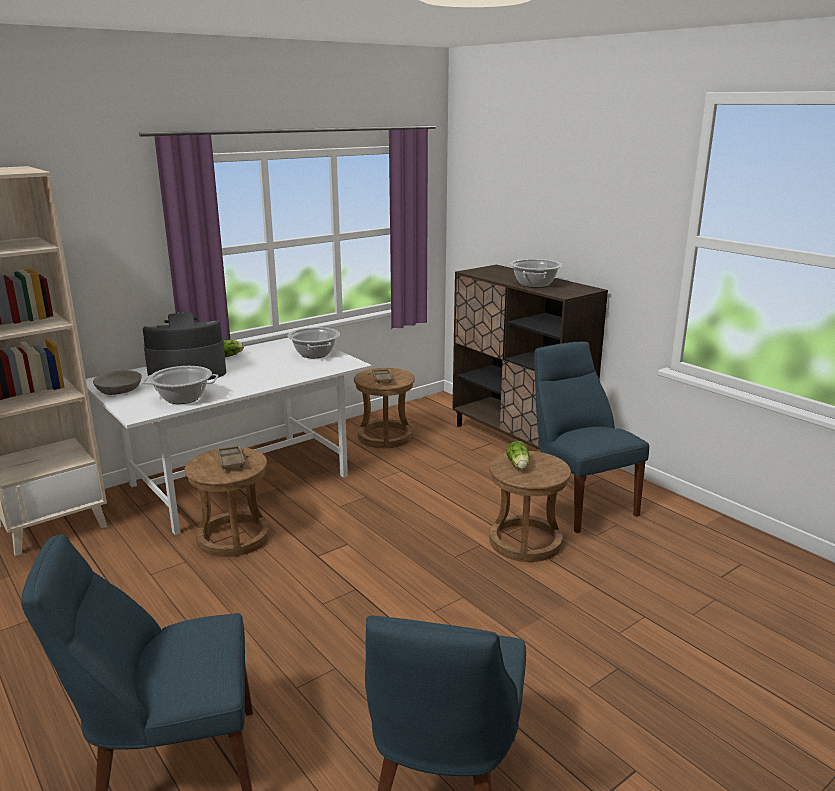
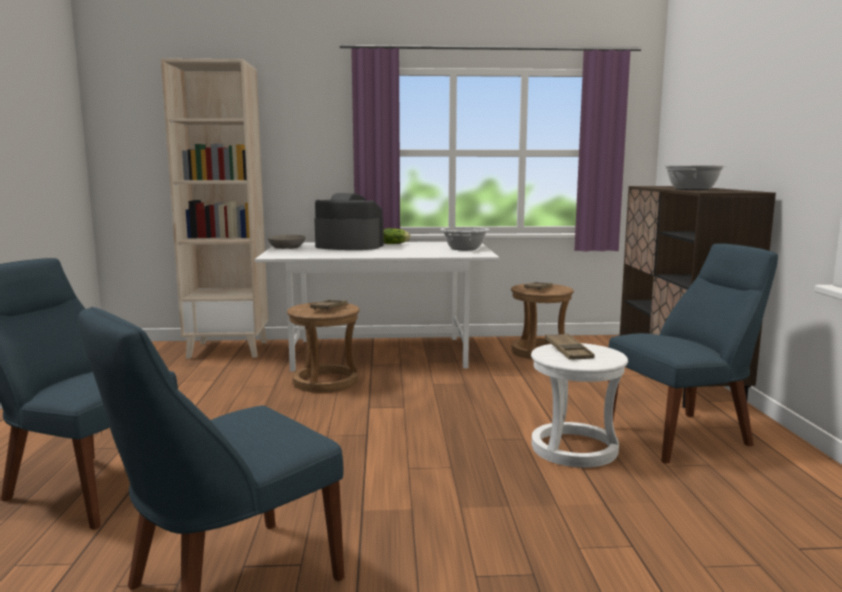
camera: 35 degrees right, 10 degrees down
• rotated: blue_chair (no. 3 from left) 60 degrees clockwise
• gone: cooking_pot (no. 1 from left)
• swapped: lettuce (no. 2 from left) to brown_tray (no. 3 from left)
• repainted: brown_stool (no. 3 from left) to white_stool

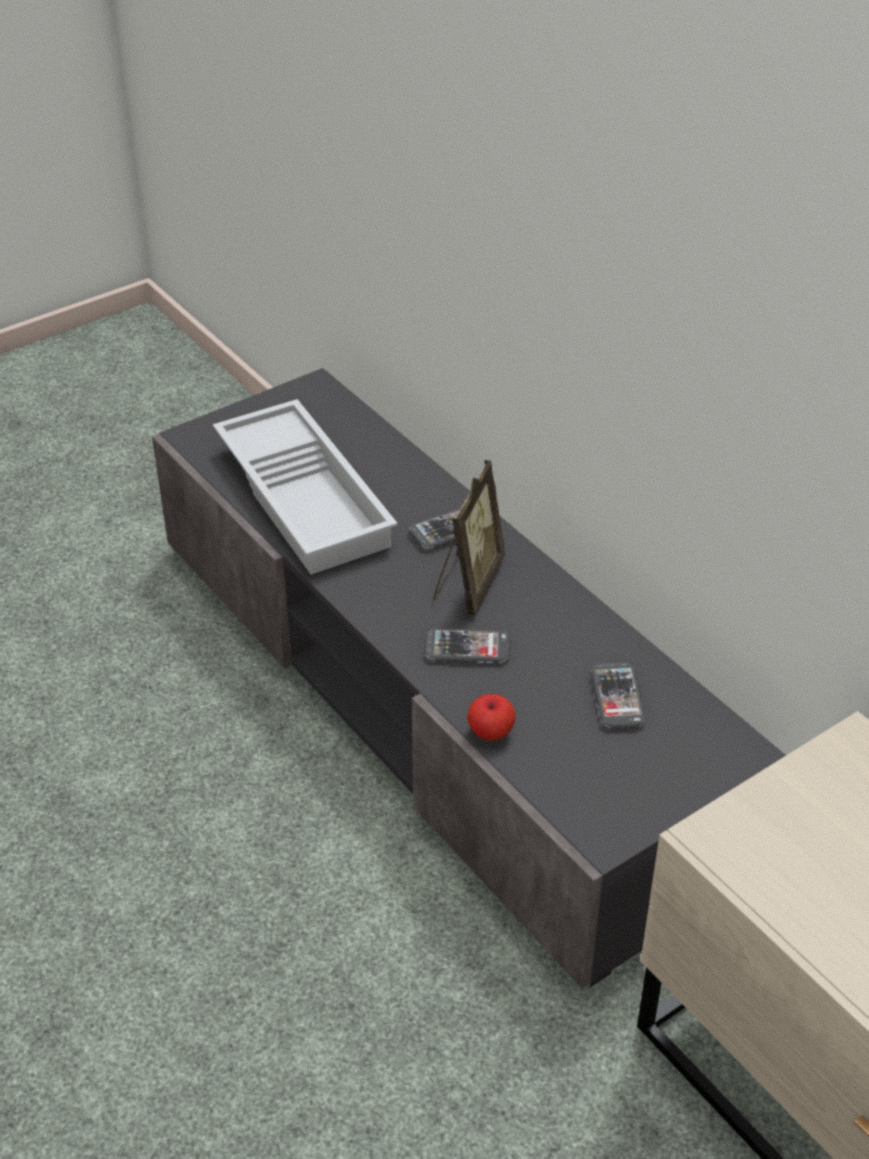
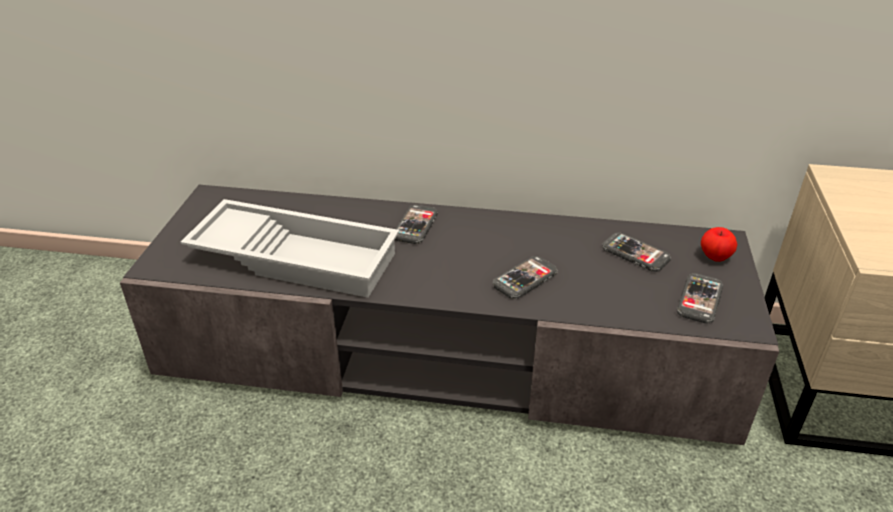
camera: 45 degrees left, 5 degrees down
• gone: picture_frame
• shifted: apple
• new: phone (no. 4 from left)

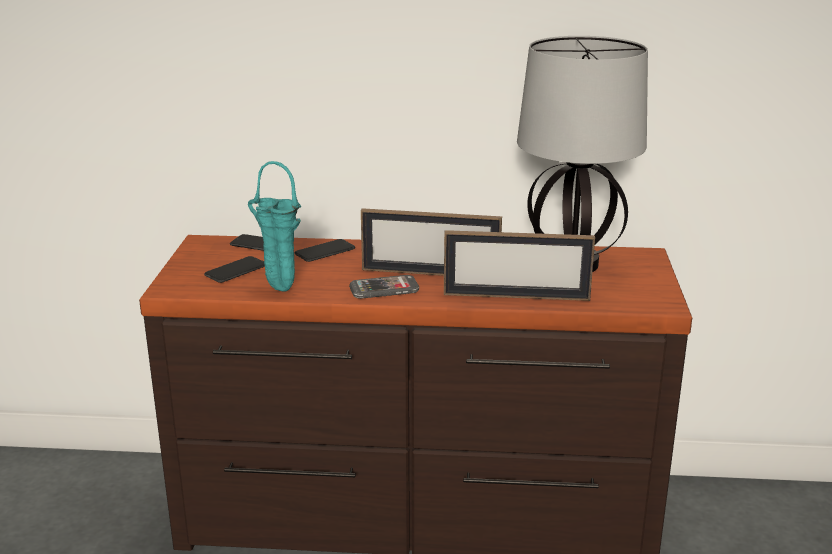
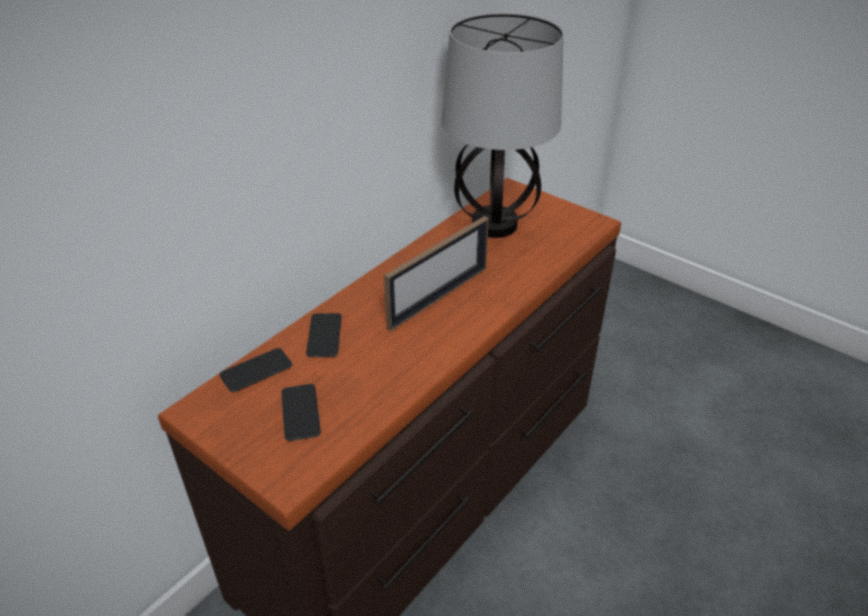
camera: 55 degrees left, 15 degrees up
• gone: turquoise_vase
• gone: picture_frame (no. 2 from left)
• gone: phone (no. 4 from left)

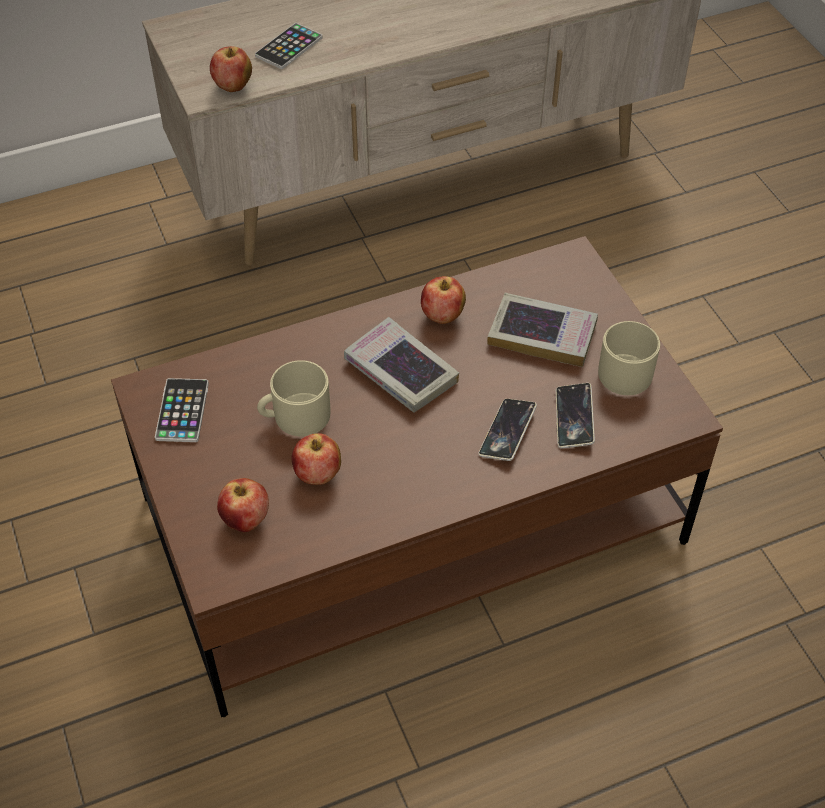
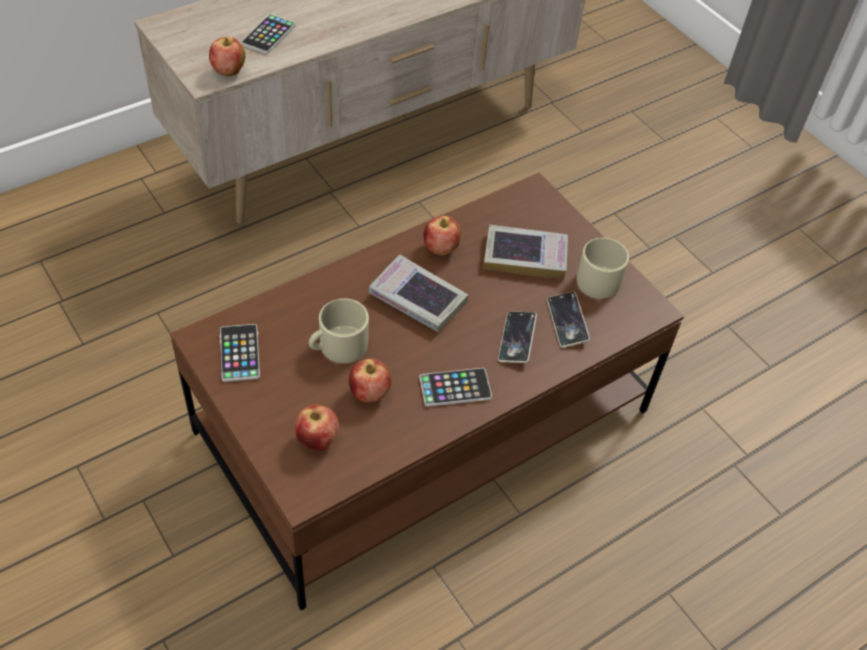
camera: 15 degrees left, 0 degrees up
• new: phone (no. 3 from left)

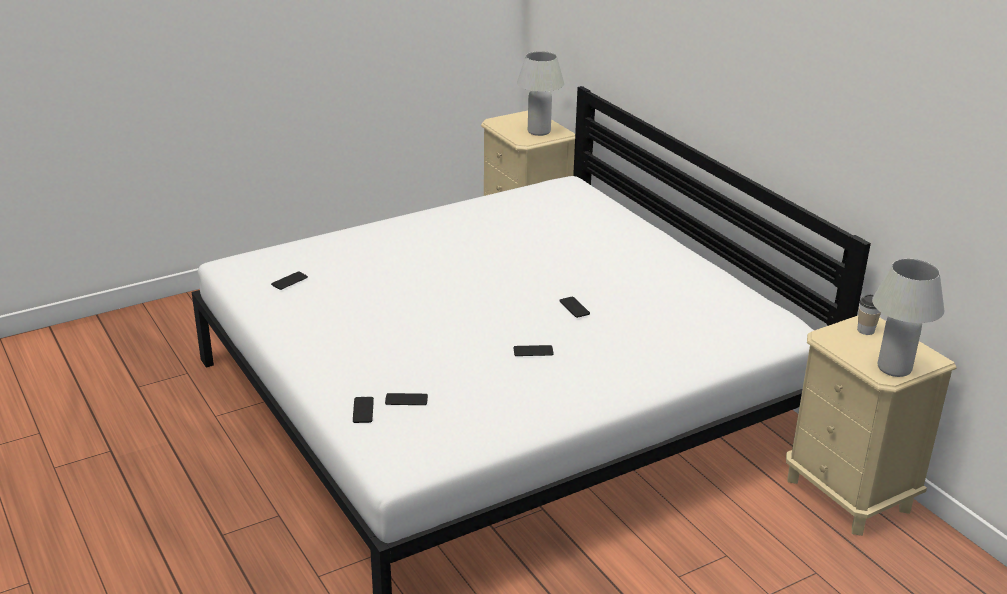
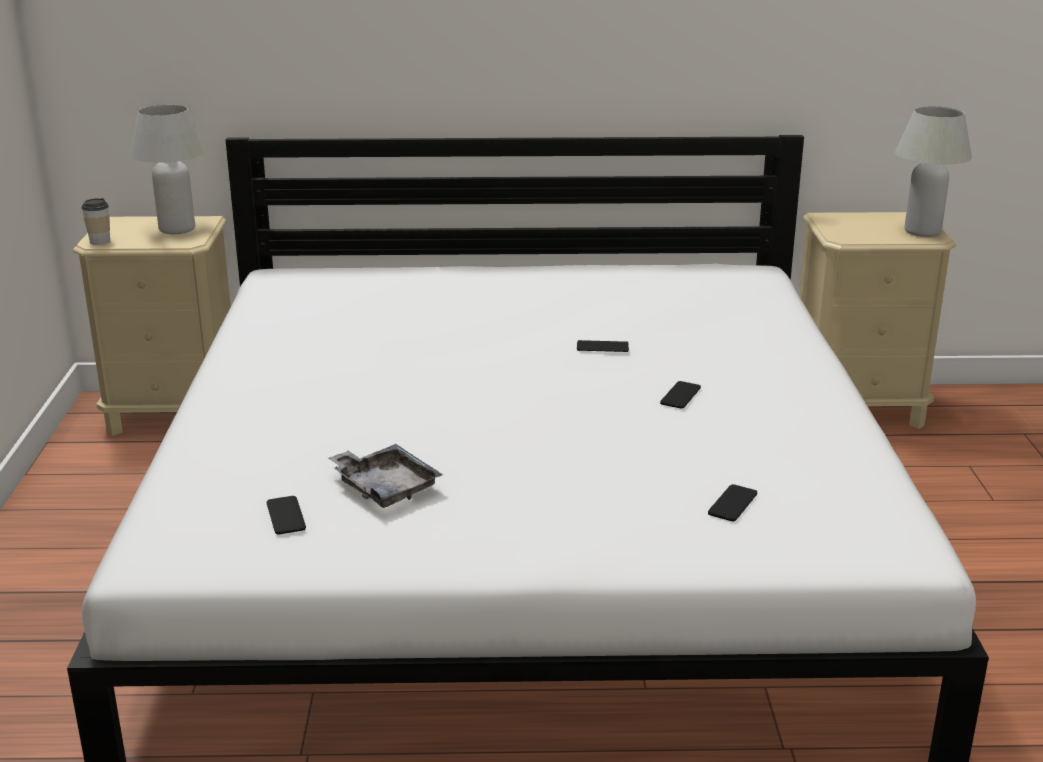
camera: 60 degrees left, 5 degrees down
• shifted: cup
• gone: phone (no. 2 from left)
• new: grey_tray

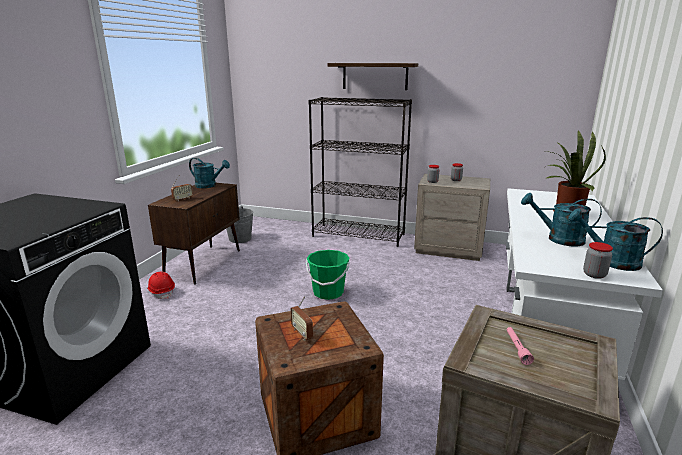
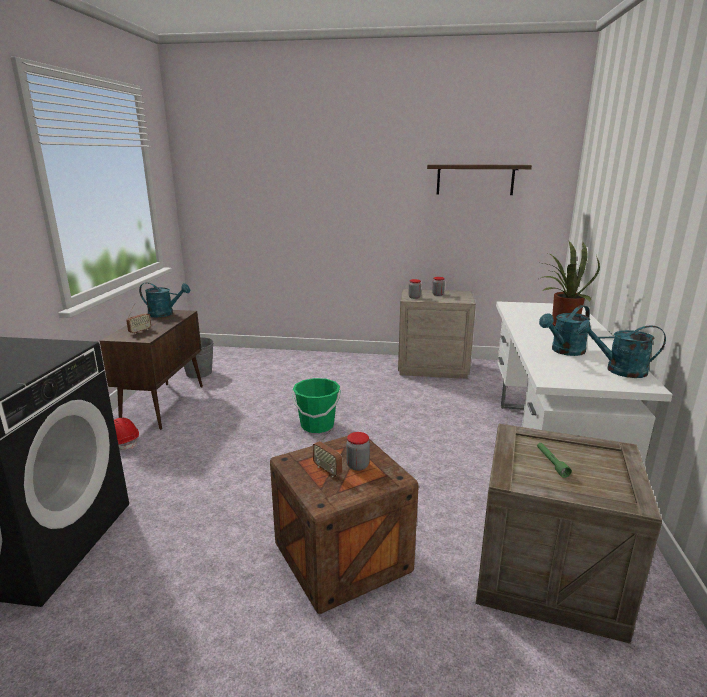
camera: 10 degrees left, 0 degrees up
• shifted: shelf
• gone: black_bookcase
• rotated: turquoise_watering_can (no. 2 from left) 45 degrees counterclockwise
• shifted: jar (no. 3 from left in the first image) to jar (no. 1 from left)
• repainted: pink_flashlight to green_flashlight

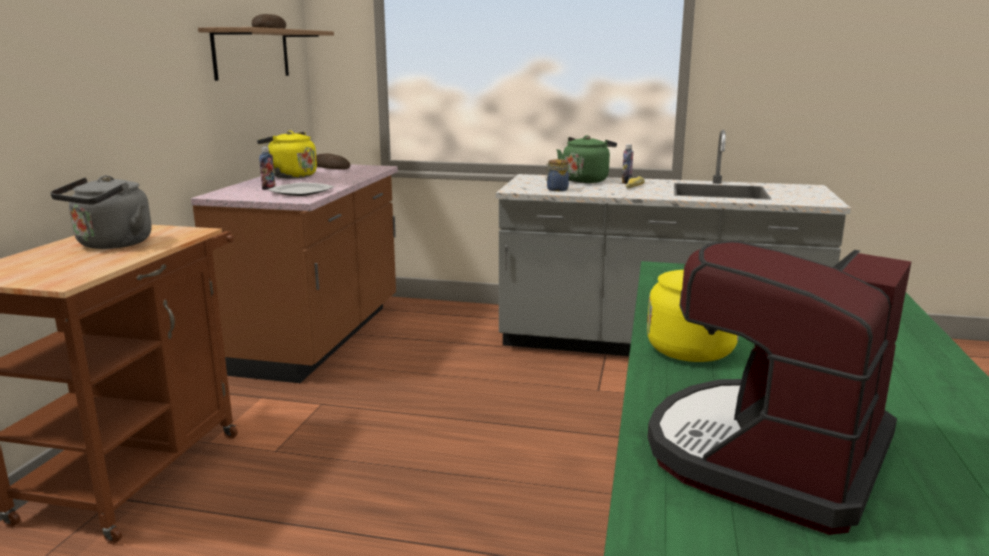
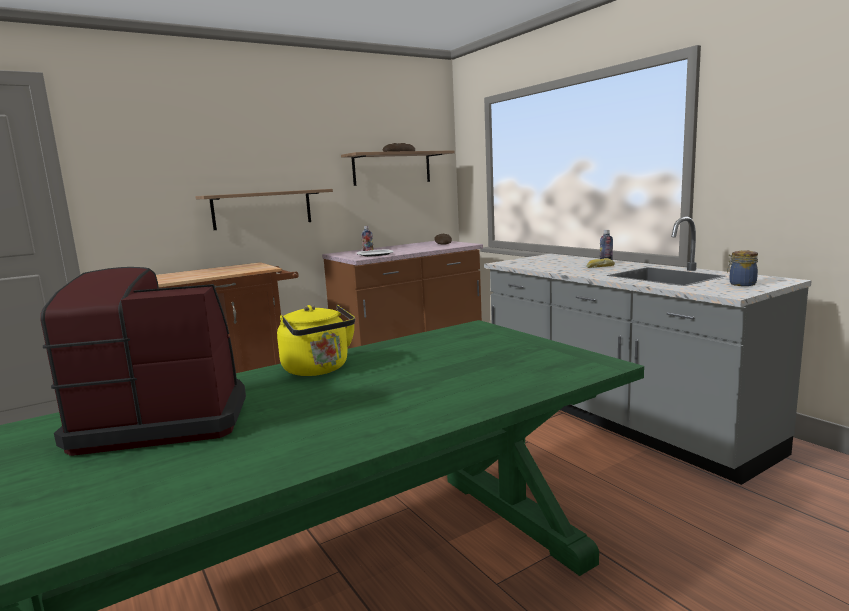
camera: 45 degrees right, 5 degrees down
• gone: yellow_kettle (no. 1 from left)
• gone: green_kettle
• shifted: jar
• gone: grey_kettle
• new: shelf (no. 1 from left)

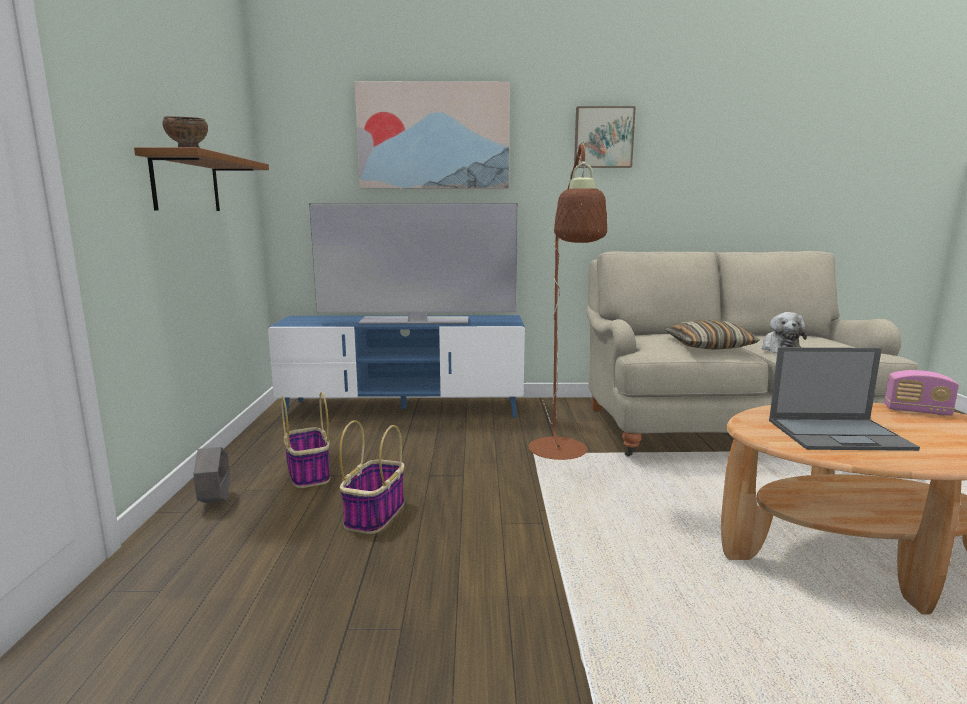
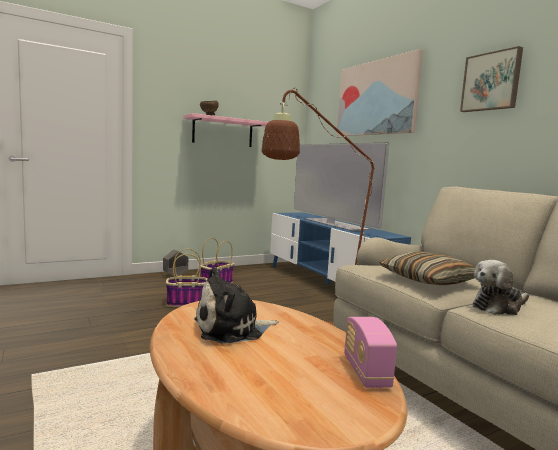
camera: 60 degrees right, 5 degrees down
• repainted: brown_shelf to pink_shelf
• swapped: laptop to plush_toy (no. 1 from left)

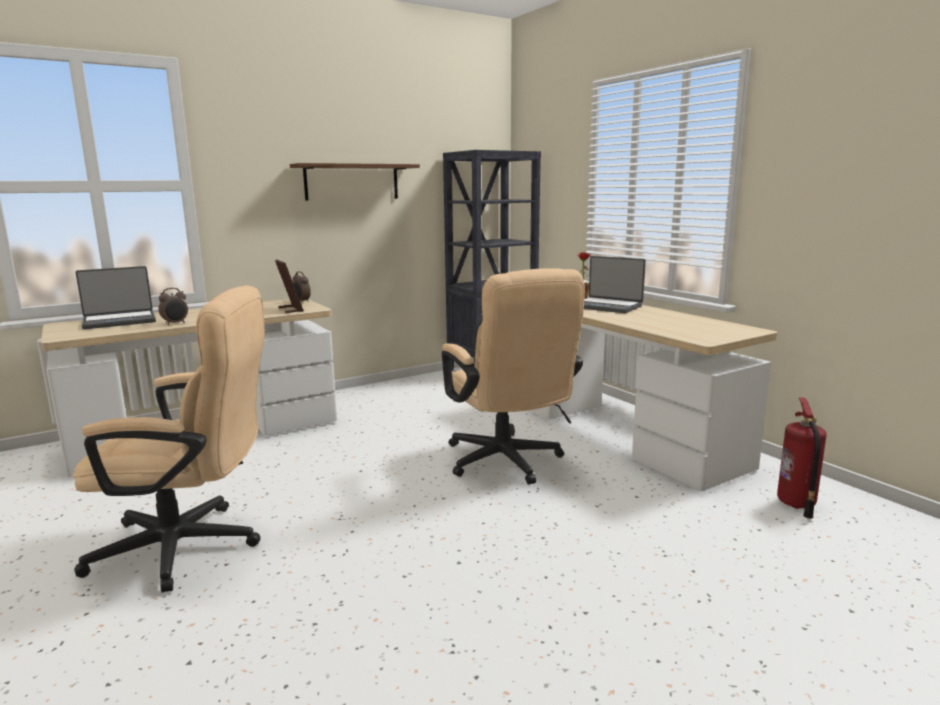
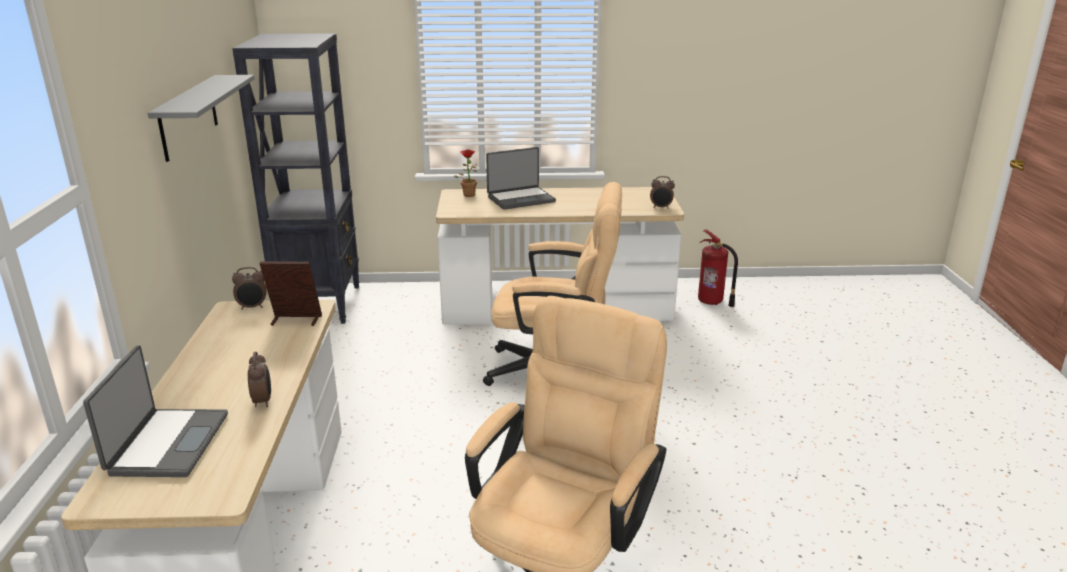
camera: 60 degrees left, 10 degrees up
• repainted: brown_shelf to grey_shelf
• new: alarm_clock (no. 3 from left)

